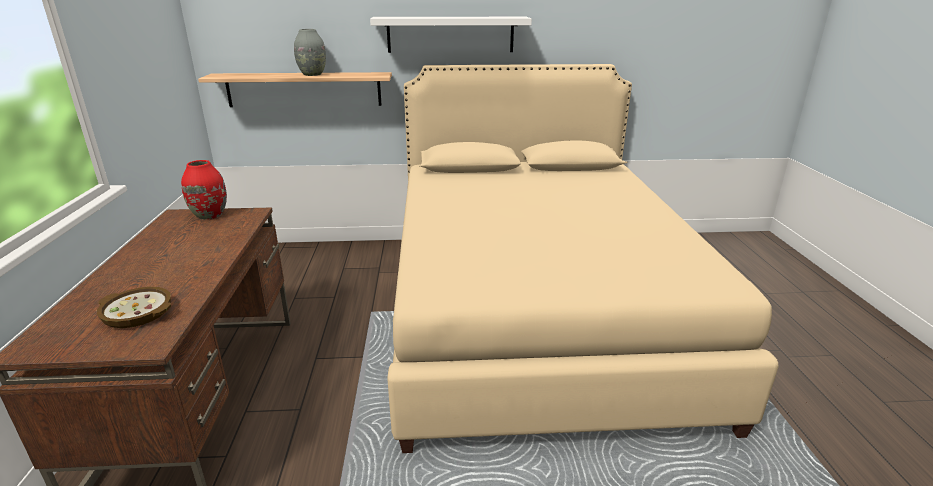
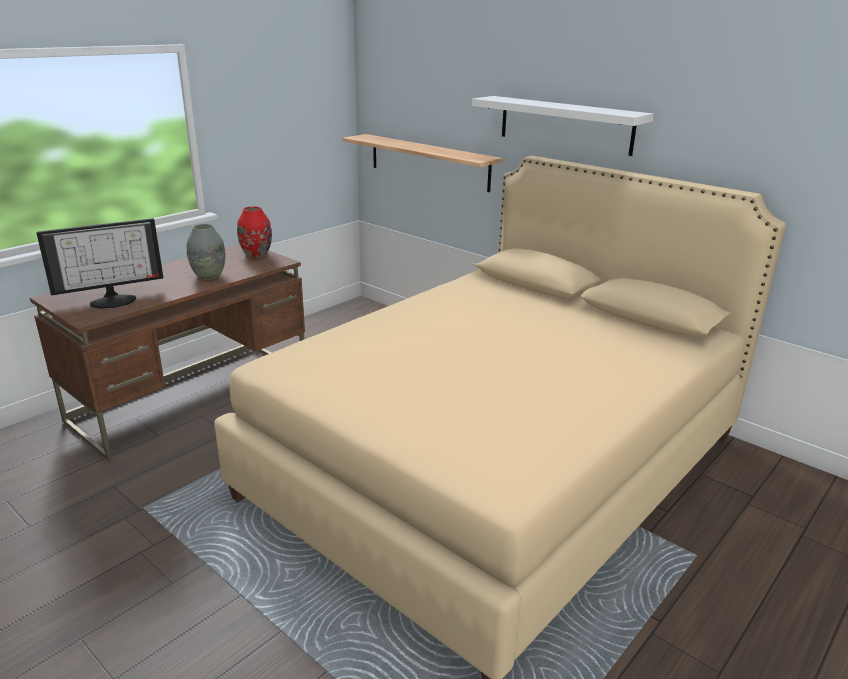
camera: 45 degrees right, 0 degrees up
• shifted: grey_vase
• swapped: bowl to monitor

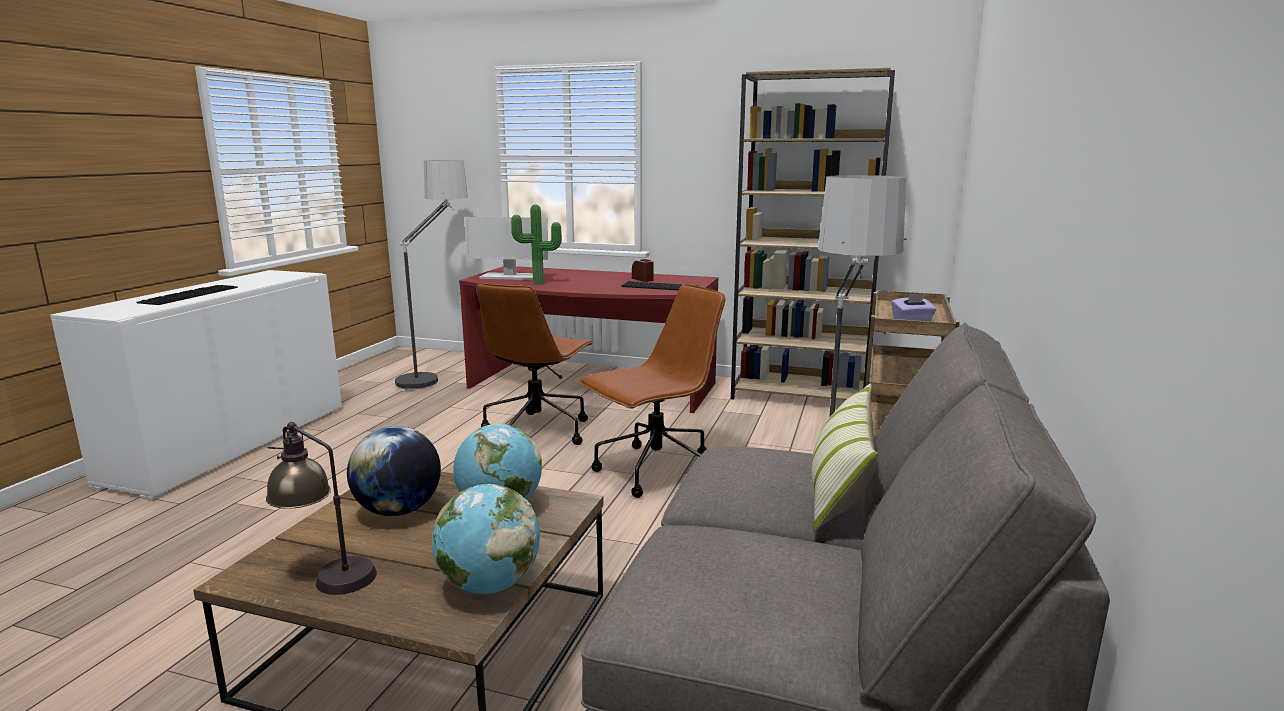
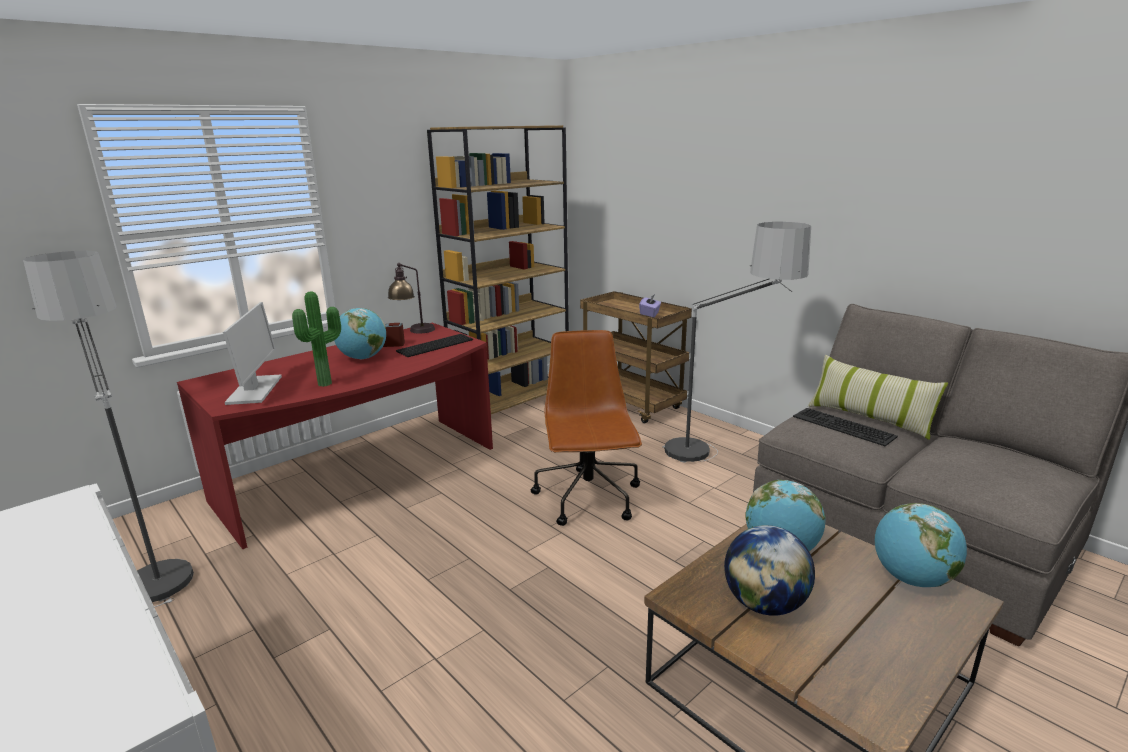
camera: 60 degrees left, 5 degrees up
• rotated: monitor 45 degrees counterclockwise
• gone: brown_office_chair (no. 1 from left)
• shifted: keyboard (no. 1 from left in the first image) to keyboard (no. 2 from left)
• shifted: table_lamp
• new: globe (no. 1 from left)

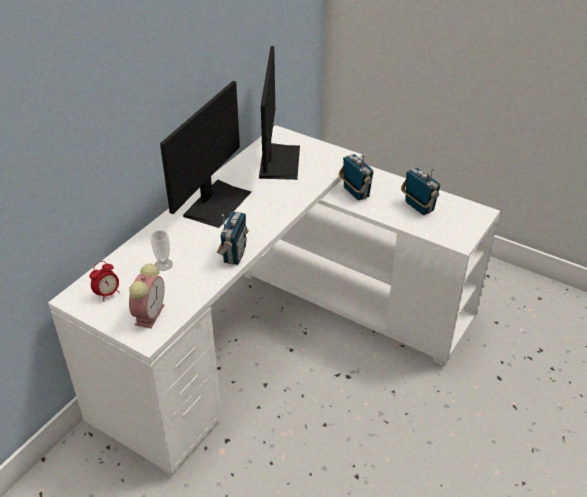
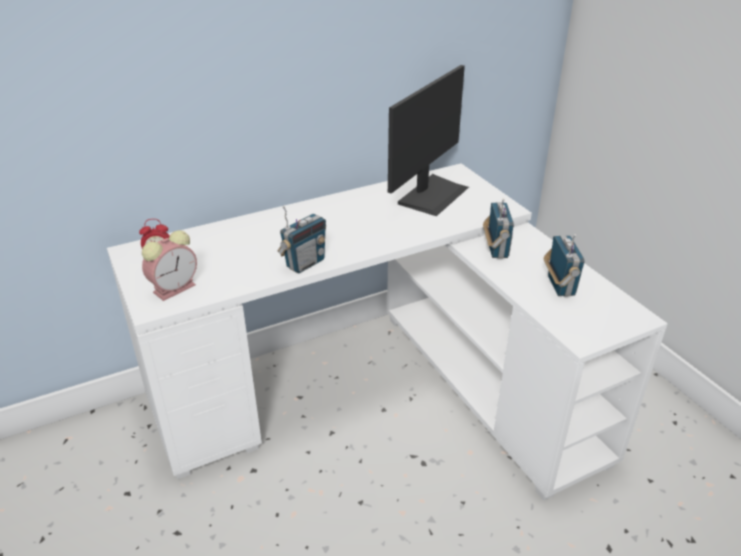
camera: 30 degrees right, 5 degrees down
• gone: monitor (no. 1 from left)
• gone: cup

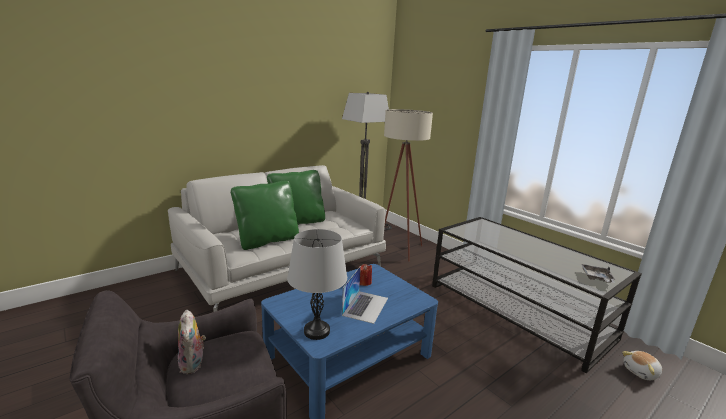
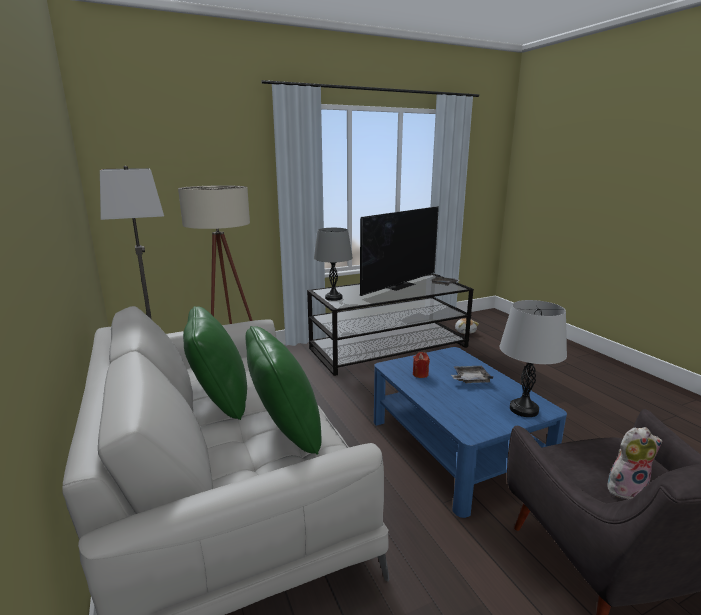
camera: 75 degrees left, 0 degrees up
• swapped: laptop to grey_tray (no. 2 from left)
• new: television
• new: grey_table_lamp (no. 1 from left)

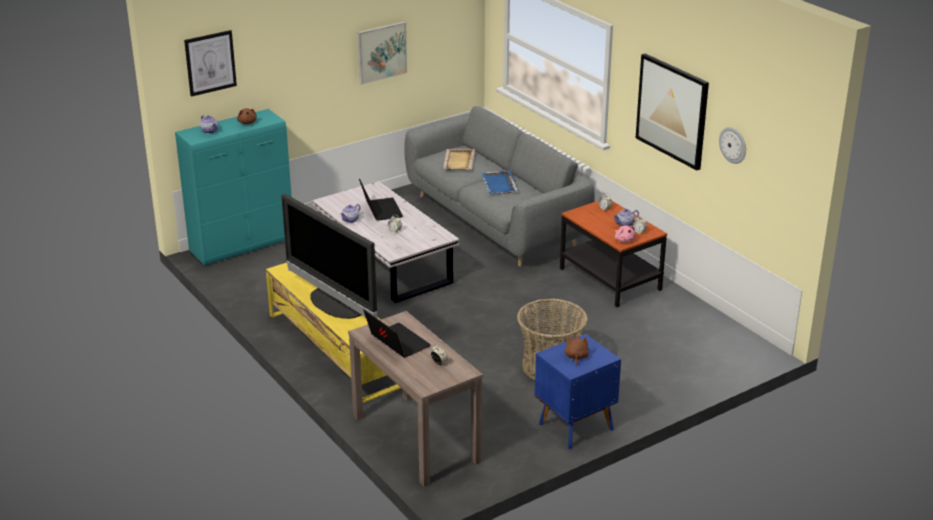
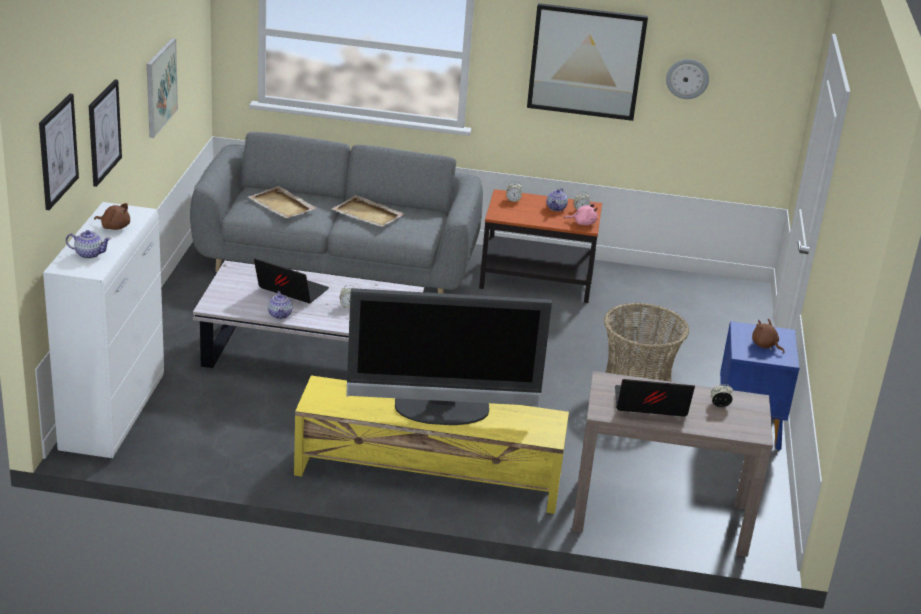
camera: 50 degrees left, 0 degrees up
• repainted: turquoise_cabinet to white_cabinet
• repainted: blue_tray to beige_tray (no. 2 from left)
• new: picture (no. 2 from left)

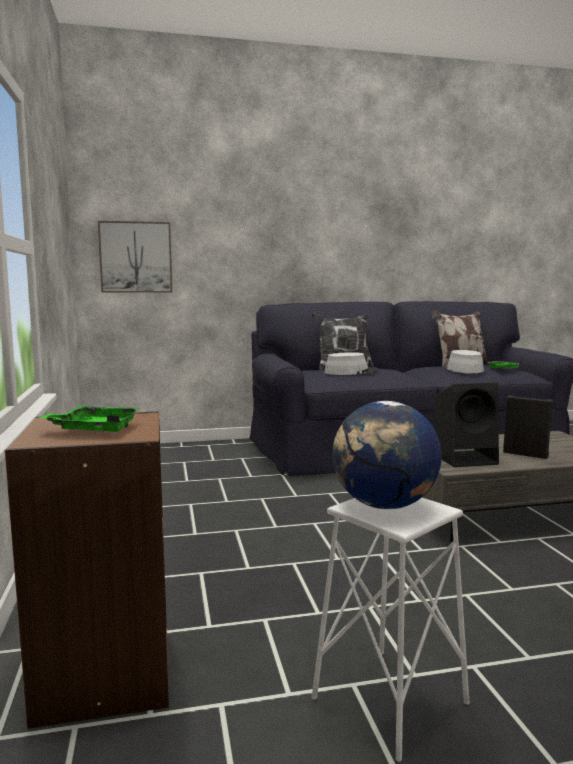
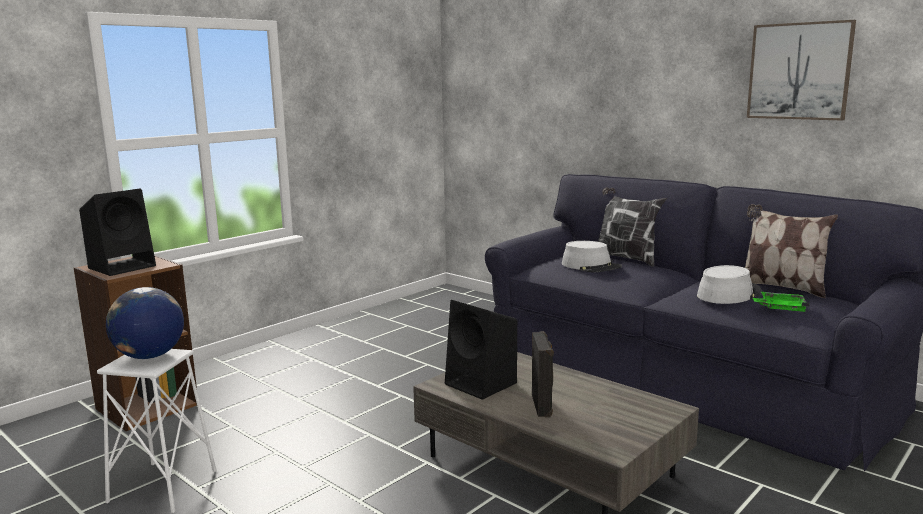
camera: 55 degrees right, 5 degrees up
• shifted: picture
• swapped: green_tray (no. 1 from left) to black_speaker (no. 1 from left)

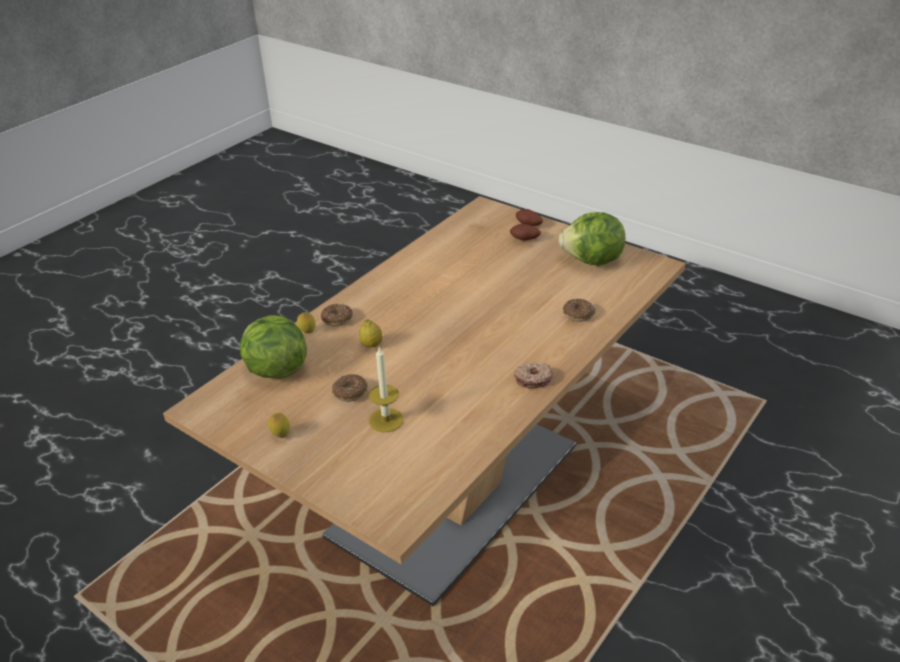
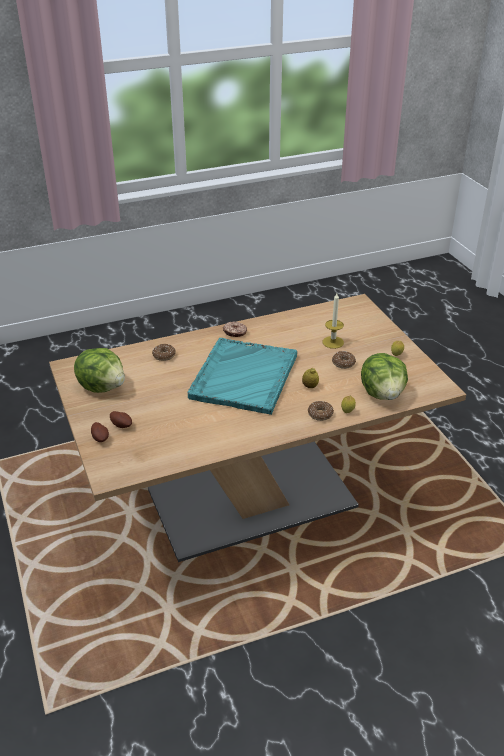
camera: 150 degrees left, 0 degrees up
• new: turquoise_tray

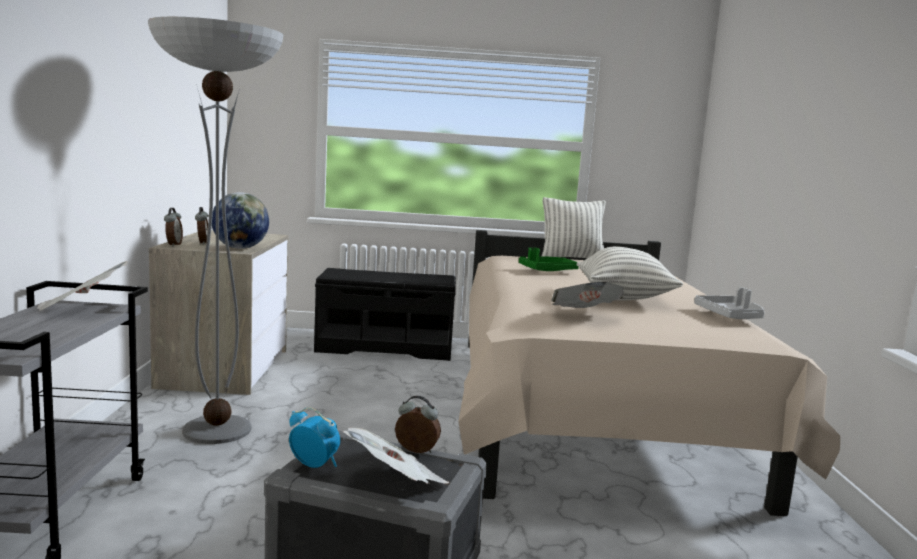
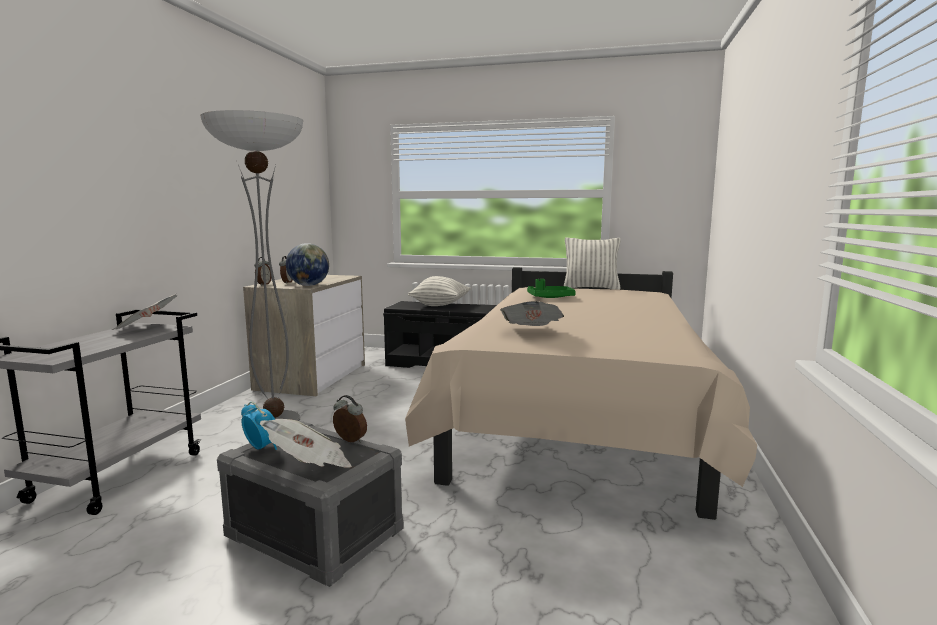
camera: 15 degrees right, 0 degrees up
• shifted: pillow (no. 2 from left in the first image) to pillow (no. 1 from left)
• gone: grey_tray

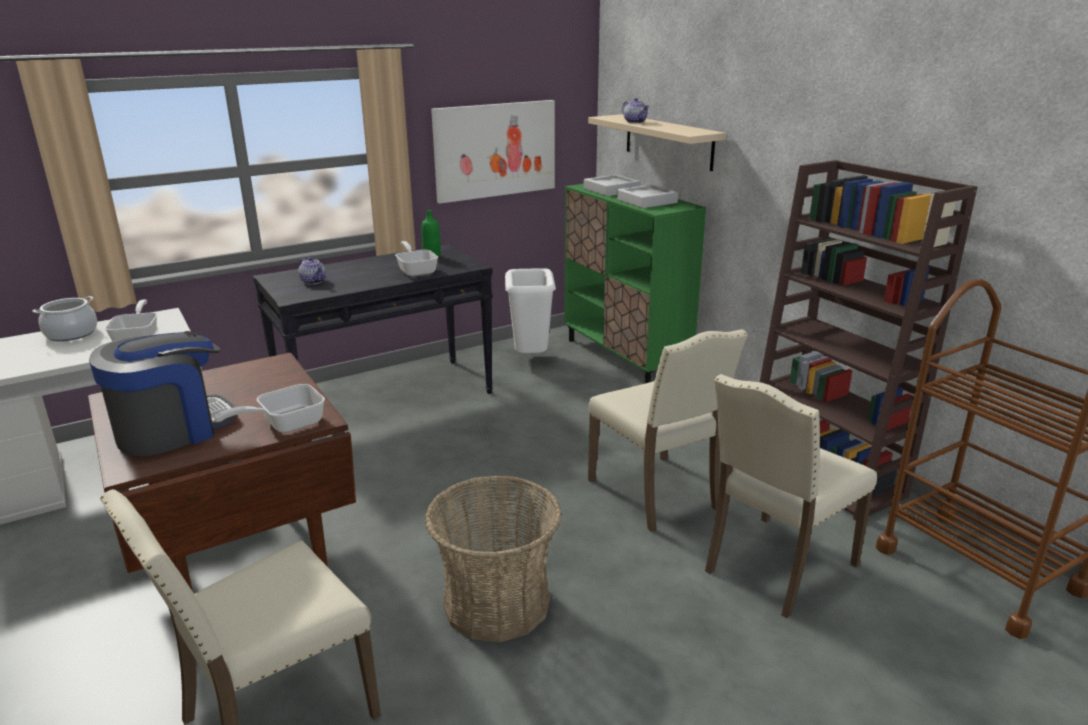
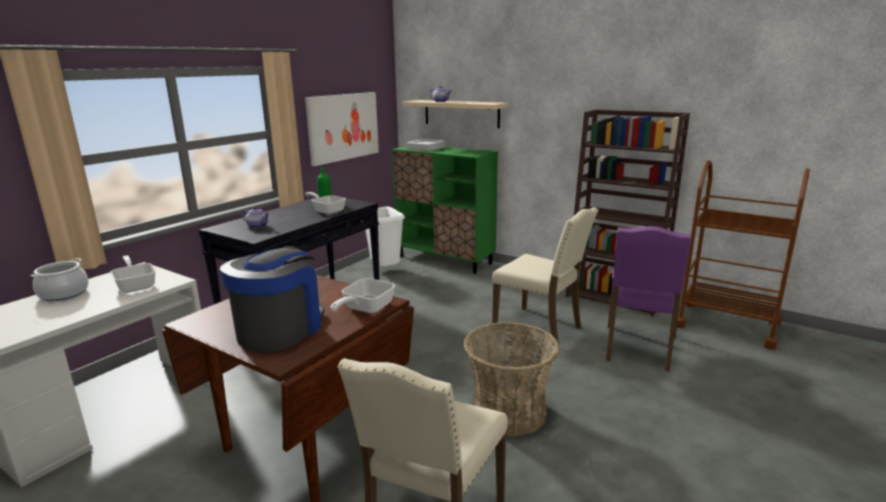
camera: 25 degrees left, 5 degrees down
• gone: grey_tray (no. 2 from left)
• repainted: beige_chair (no. 3 from left) to purple_chair

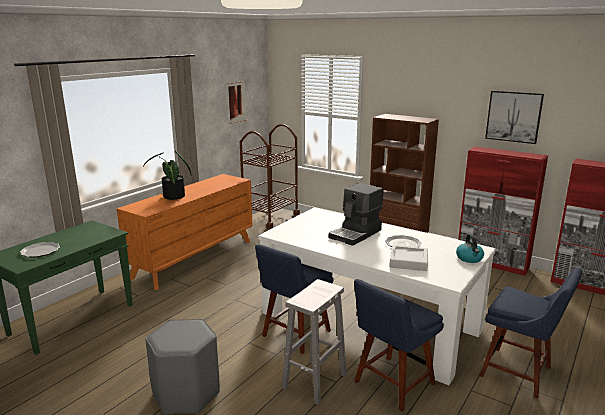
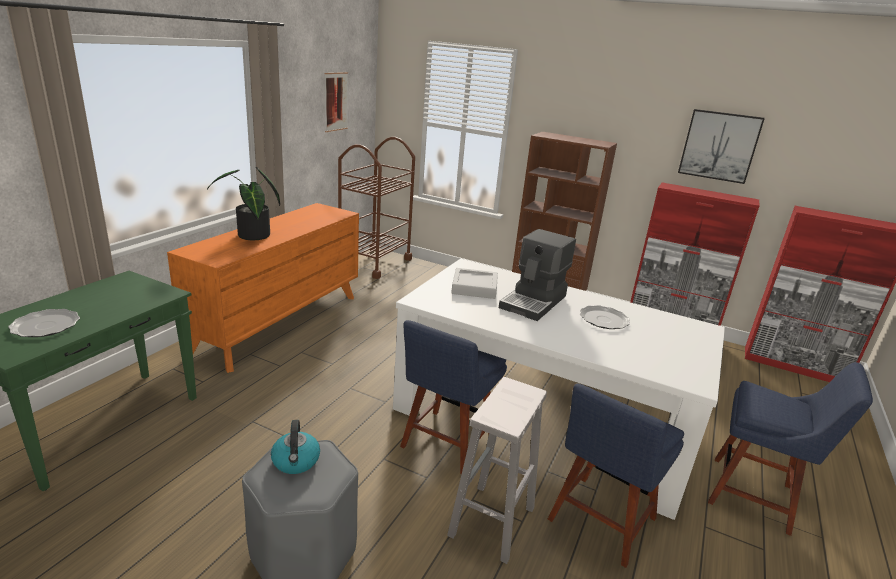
camera: 10 degrees left, 5 degrees up
• shifted: kettle
• shifted: grey_tray

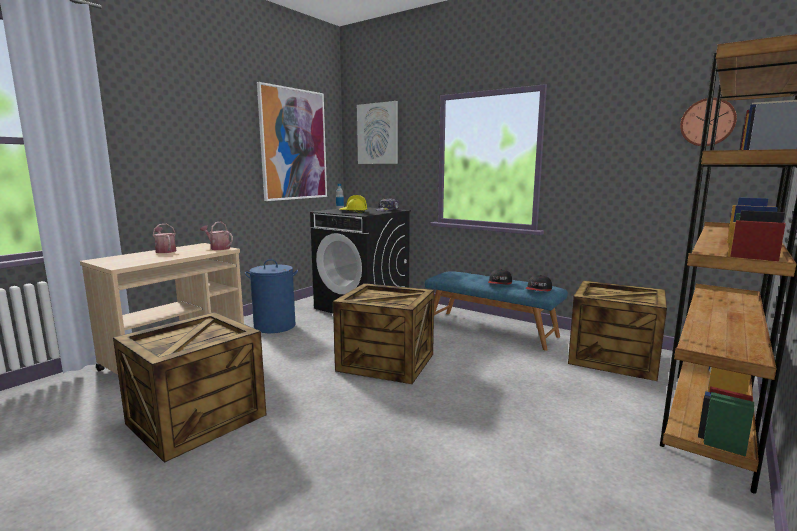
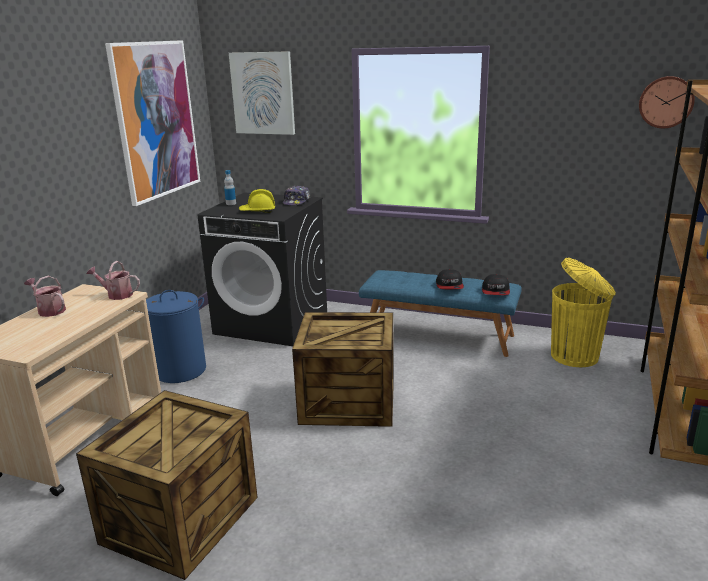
camera: 15 degrees left, 10 degrees up
• swapped: crate (no. 3 from left) to yellow_trash_can

